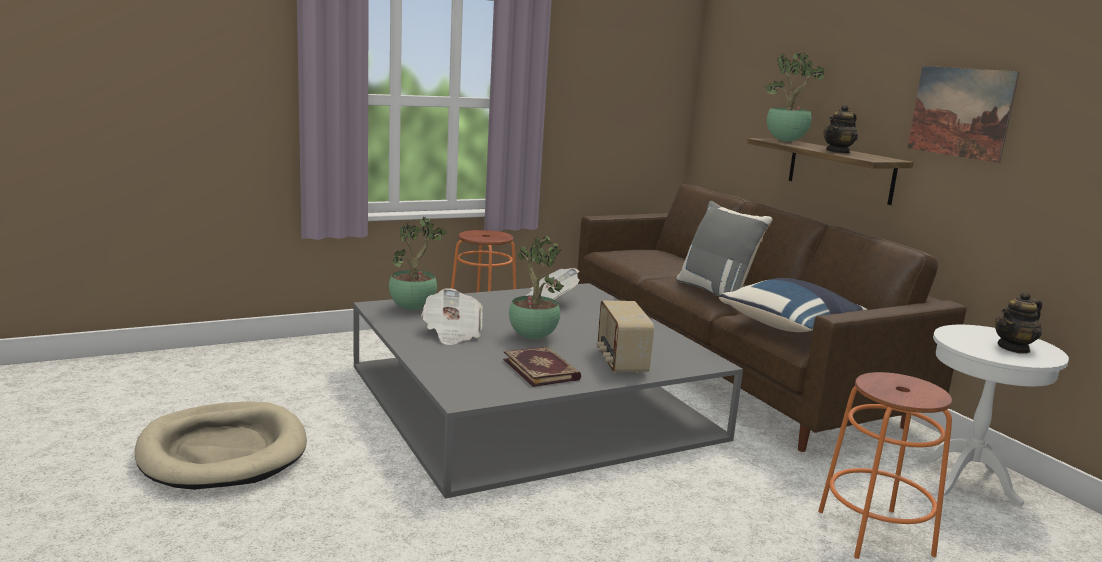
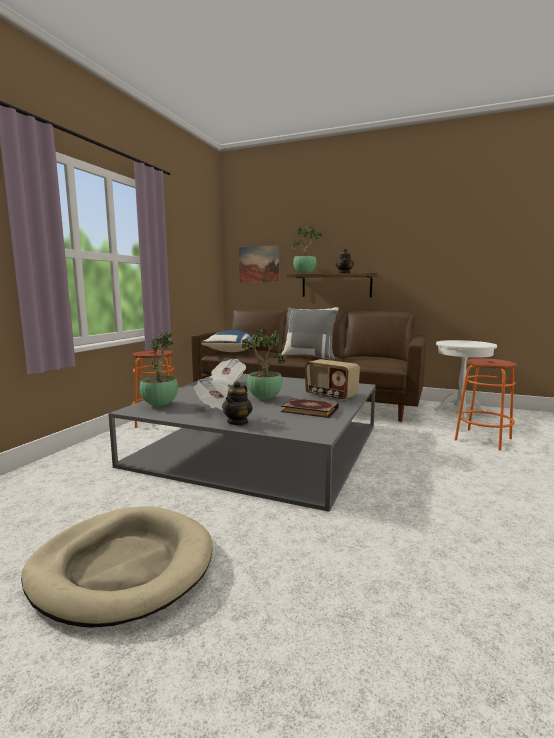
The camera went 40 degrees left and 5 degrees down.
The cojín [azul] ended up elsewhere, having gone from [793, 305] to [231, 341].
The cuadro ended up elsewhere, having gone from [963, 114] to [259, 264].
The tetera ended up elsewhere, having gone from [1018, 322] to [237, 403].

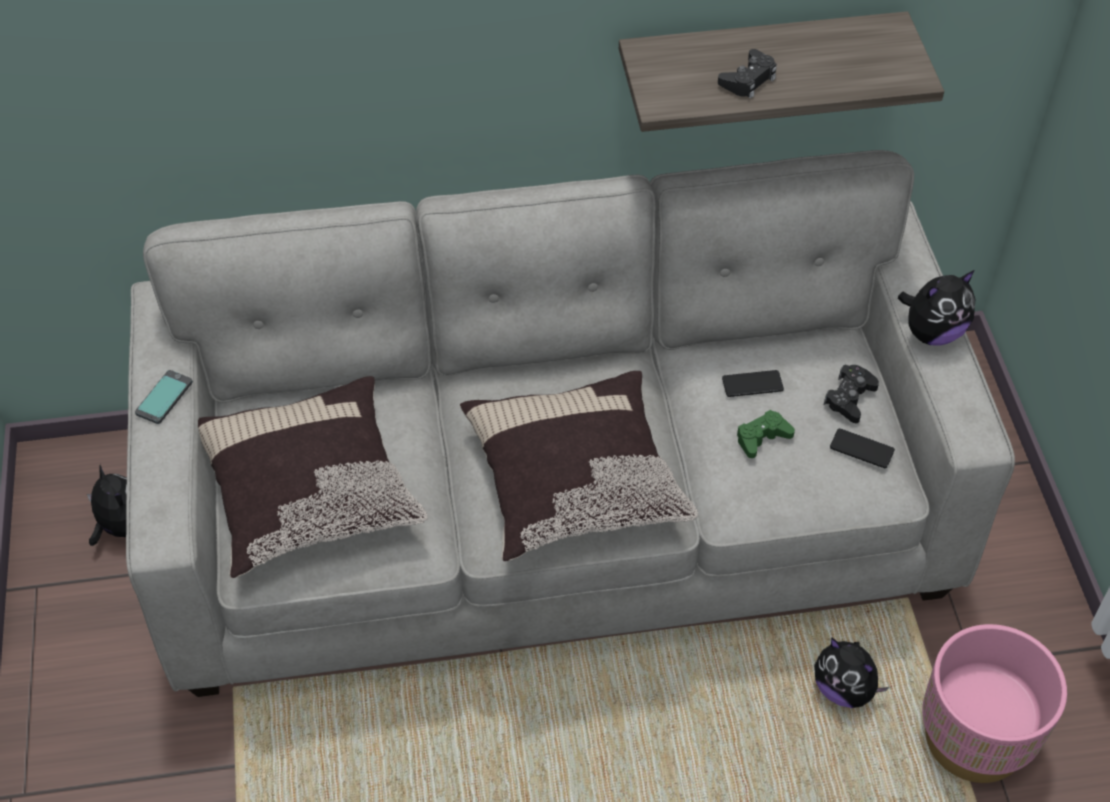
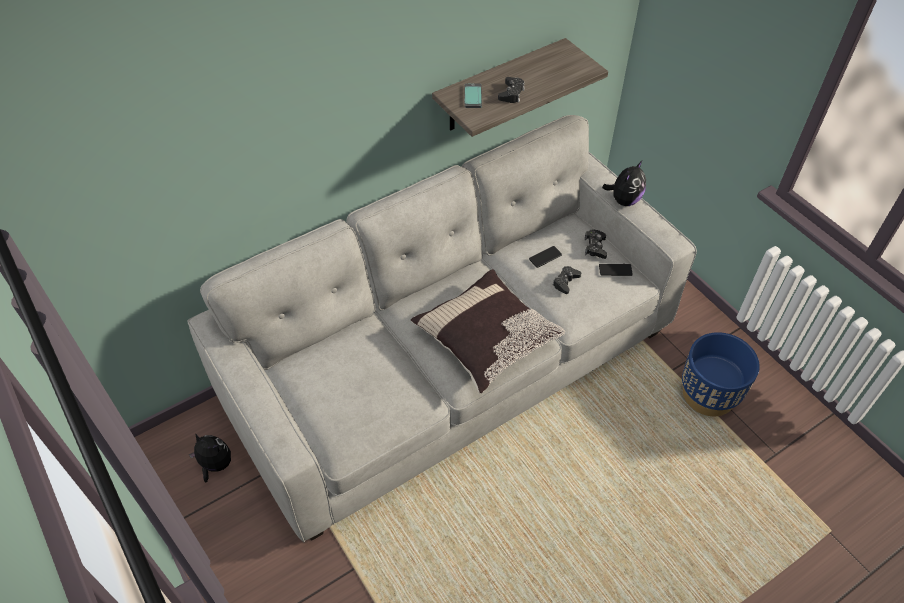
The camera went 25 degrees left and 0 degrees up.
The second view lost the cojín at [313, 477].
The second view lost the peluche at [851, 672].
The móvil ended up elsewhere, having gone from [164, 397] to [473, 96].
What was the mando de consola [verde] at [766, 434] turned into the mando de consola [negro] at [567, 280].
What was the maceta [rosa] at [994, 703] turned into the maceta [azul] at [721, 374].

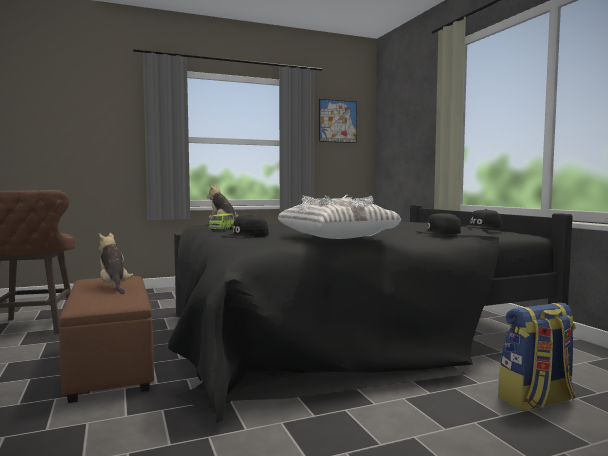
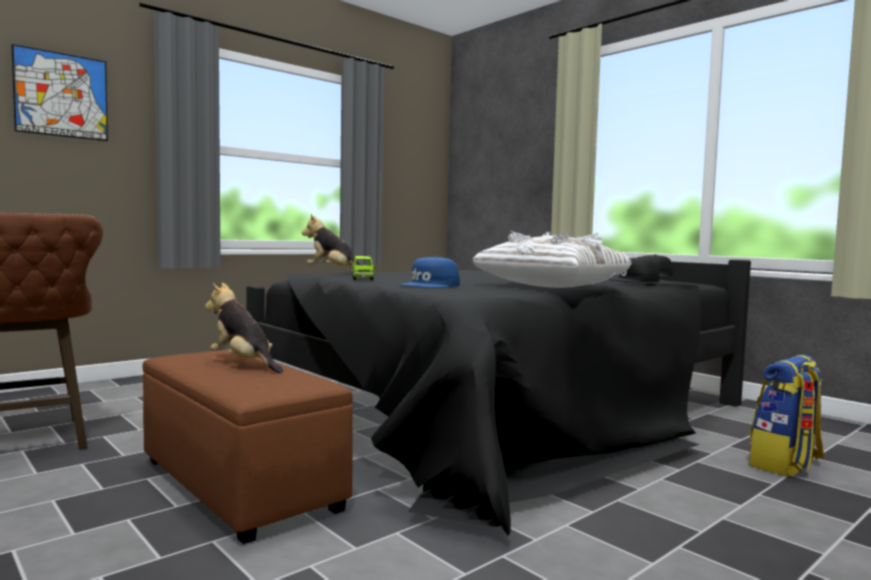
The camera went 20 degrees left and 0 degrees up.
The cuadro ended up elsewhere, having gone from [338, 121] to [59, 92].
What was the gorra [negro] at [245, 226] turned into the gorra [azul] at [429, 272].

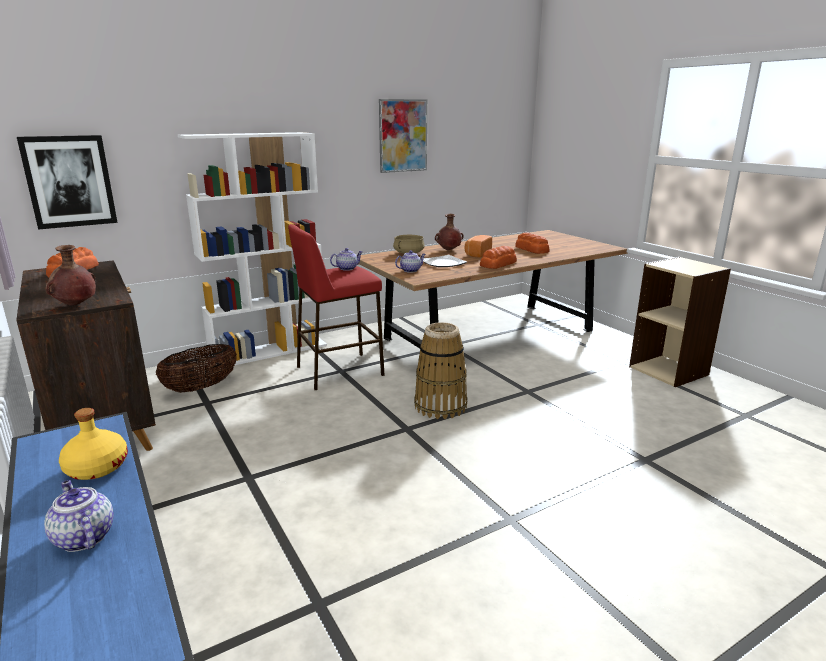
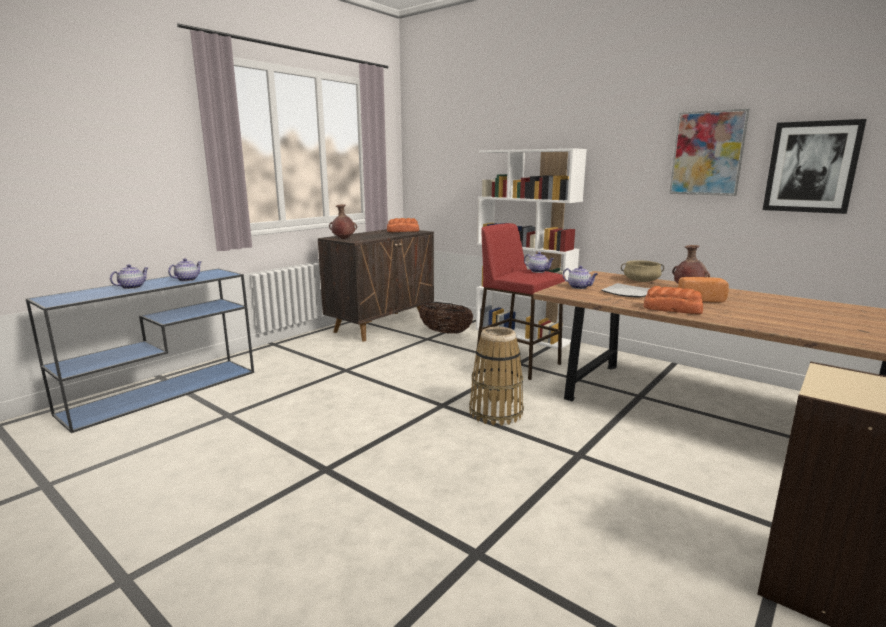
The camera went 70 degrees right and 5 degrees down.
The second view lost the pan at [532, 243].
The cuadro ended up elsewhere, having gone from [67, 182] to [815, 166].
Where the botella [amarillo] stood at [93, 444], the tetera came to stand at [185, 269].

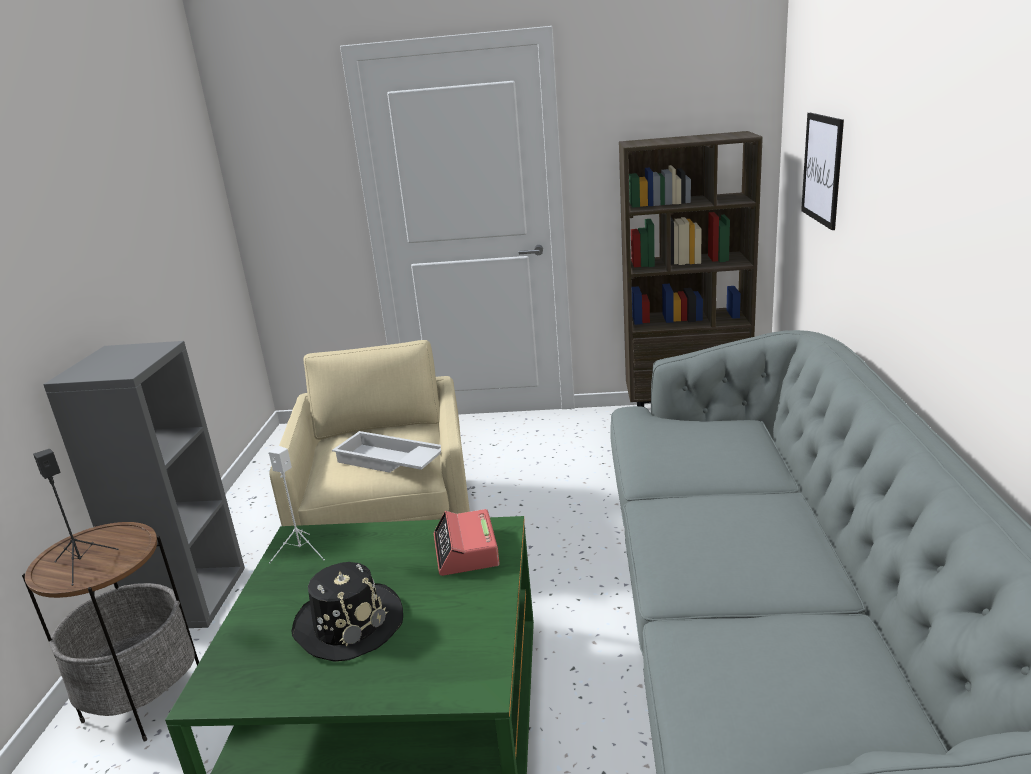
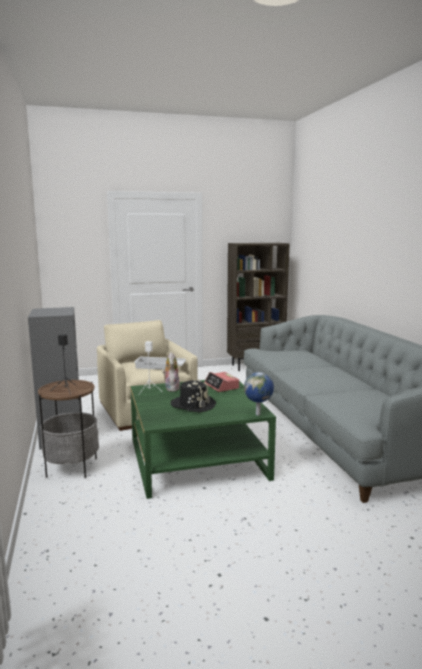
The camera went 20 degrees left and 10 degrees down.
The second view lost the cuadro at [822, 171].
The second view gained the peluche at [171, 372].
The second view gained the globo terráqueo at [259, 394].

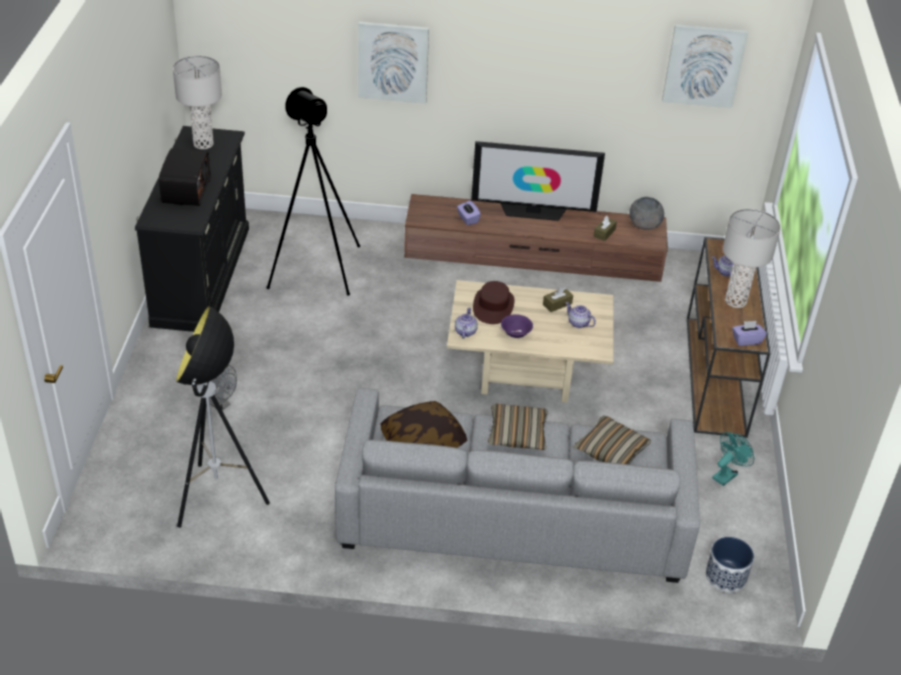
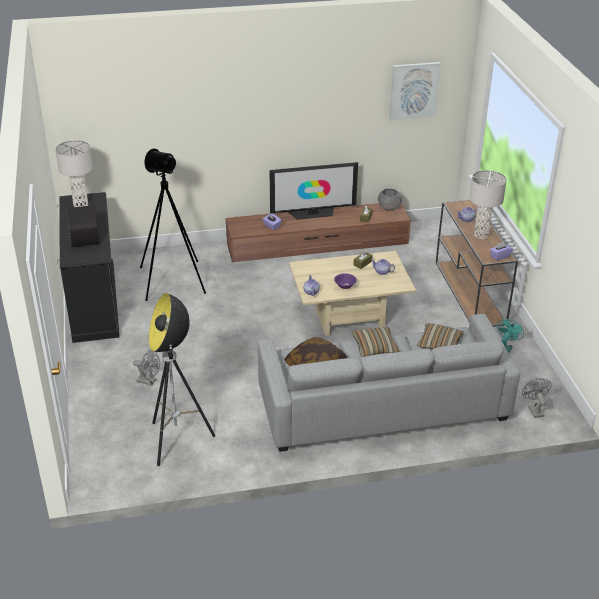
The camera went 15 degrees left and 5 degrees down.
The second view lost the cuadro at [393, 62].
The second view lost the sombrero [marrón] at [494, 302].
Where the maceta stood at [730, 565], the ventilador [gris] came to stand at [537, 398].

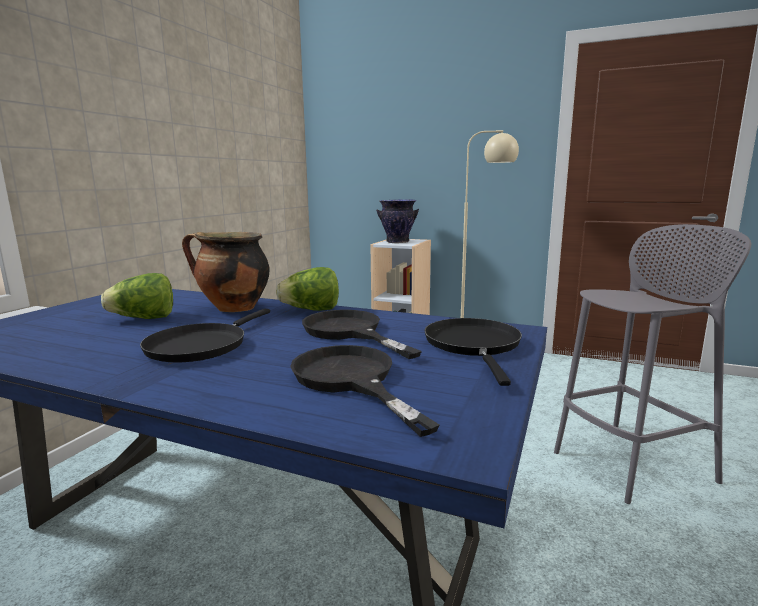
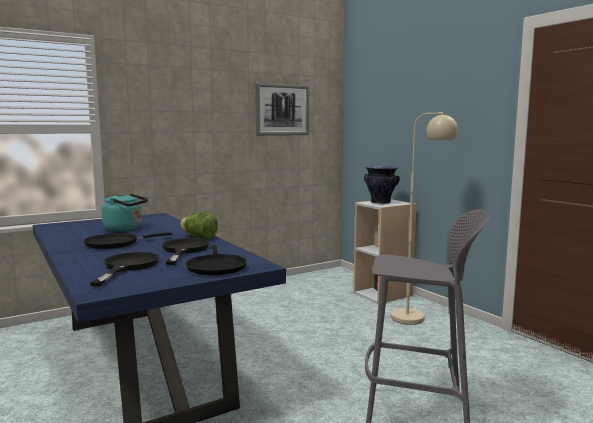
The camera went 35 degrees right and 5 degrees down.
The second view lost the olla at [225, 272].
The second view gained the cuadro at [282, 109].
Where the lechuga stood at [137, 296], the hervidor [turquesa] came to stand at [125, 212].
The sartén [negro] at [473, 352] ended up facing another way, 135 degrees clockwise from before.

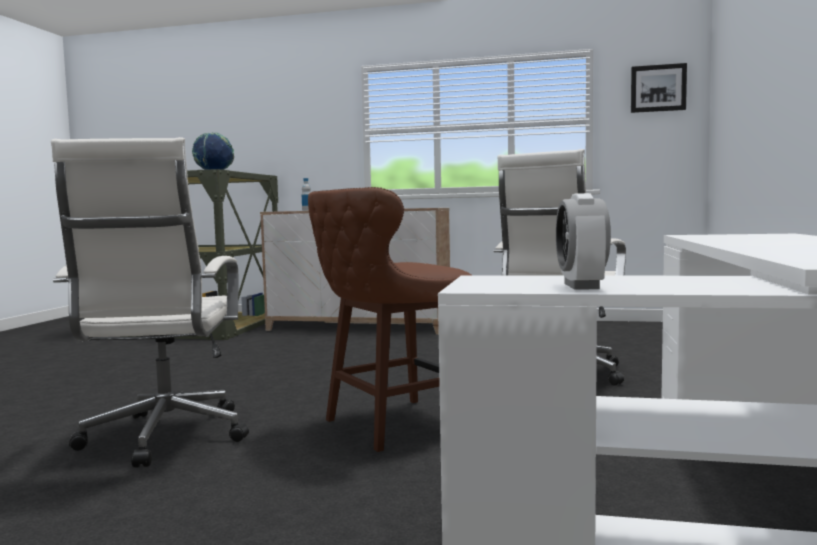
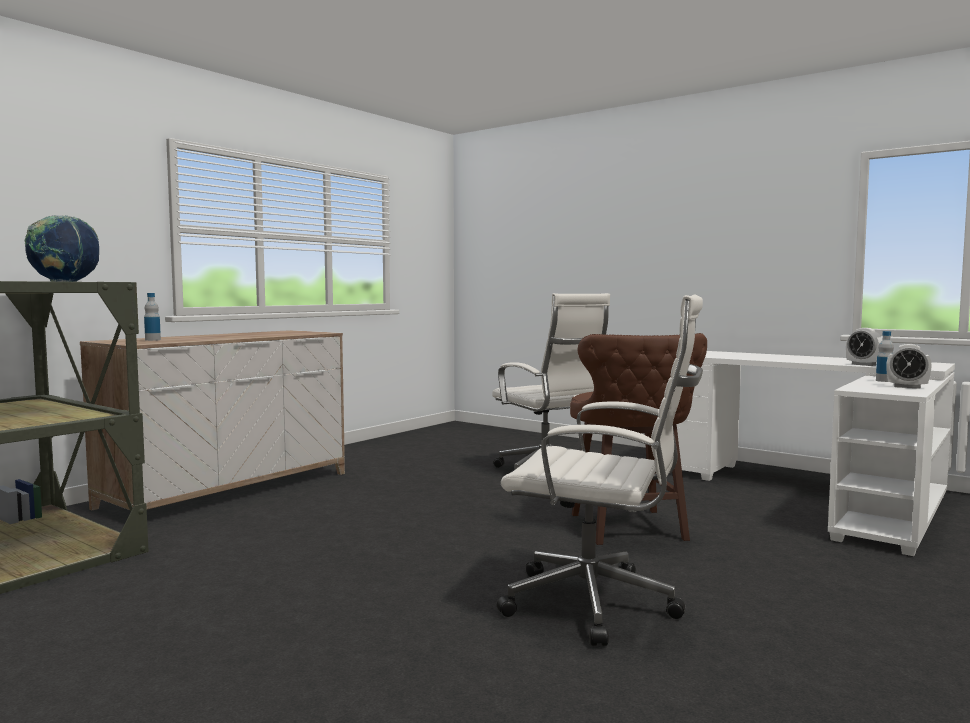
The camera went 65 degrees left and 0 degrees up.
The second view lost the cuadro at [659, 88].
The second view gained the despertador at [864, 347].
The second view gained the botella at [885, 356].

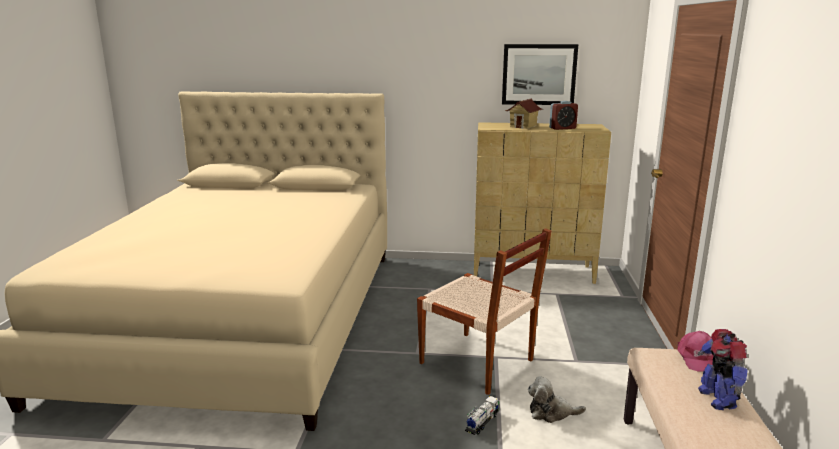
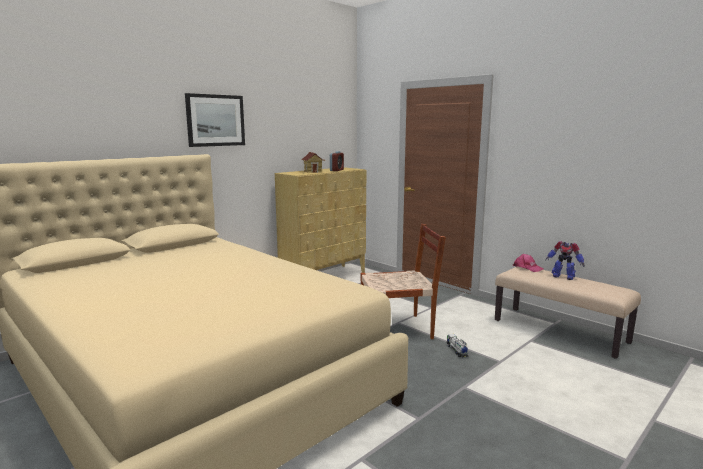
The camera went 50 degrees left and 5 degrees down.
The second view lost the peluche at [557, 399].
The cuadro ended up elsewhere, having gone from [540, 74] to [215, 120].

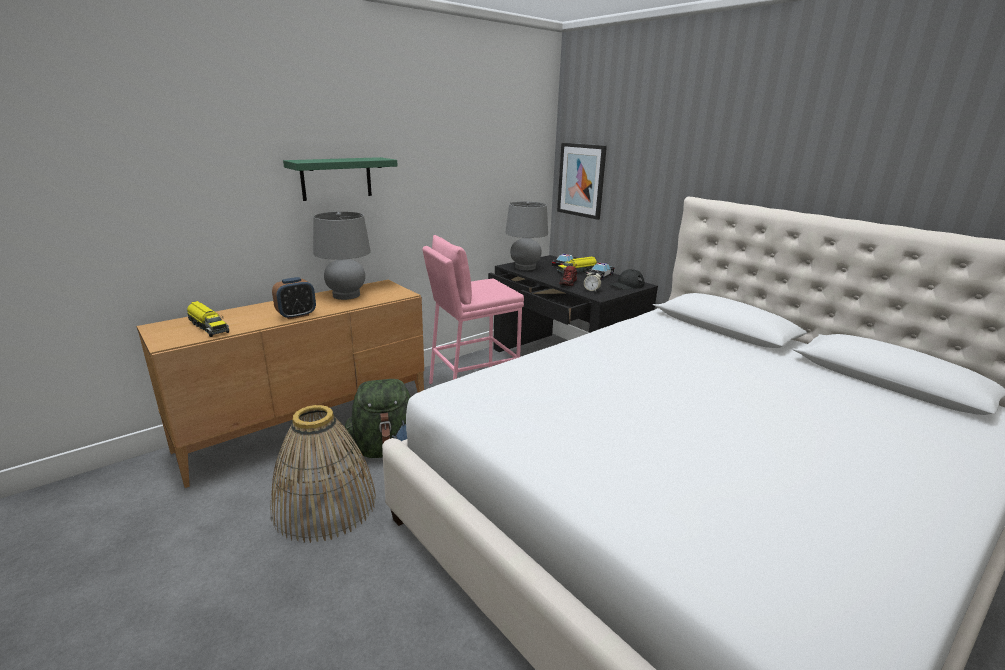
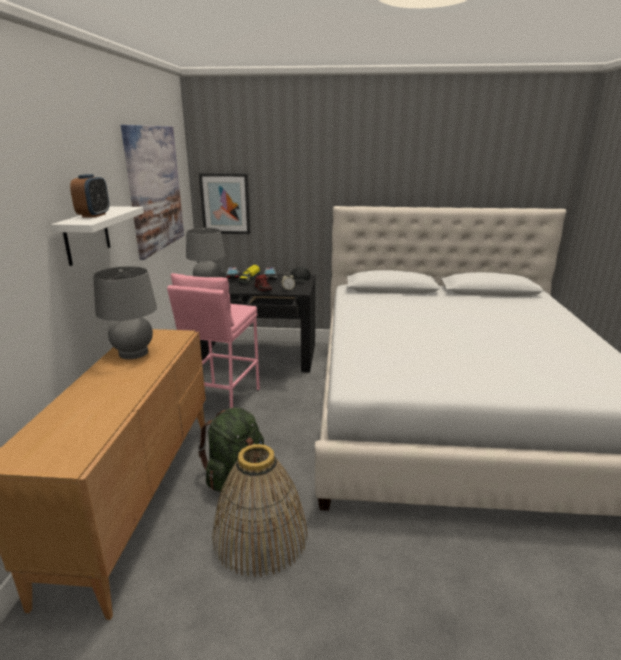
The camera went 45 degrees left and 0 degrees up.
The second view lost the camión de juguete at [208, 319].
The second view gained the cuadro at [152, 192].
The despertador ended up elsewhere, having gone from [294, 298] to [89, 196].
What was the estante [verde] at [340, 179] turned into the estante [blanco] at [97, 236].

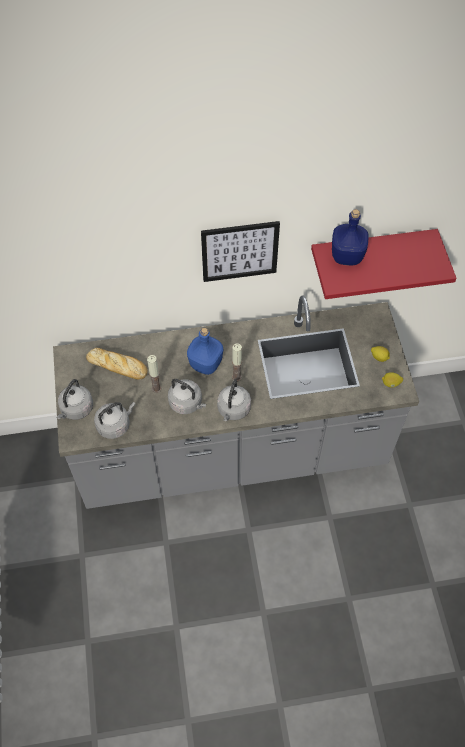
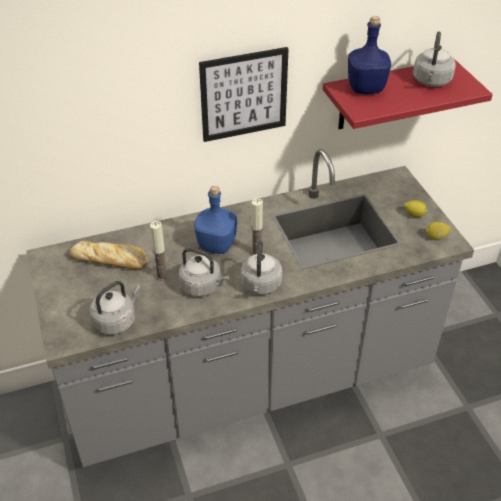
The camera went 10 degrees left and 15 degrees down.
The hervidor [gris] ended up elsewhere, having gone from [74, 399] to [434, 59].

